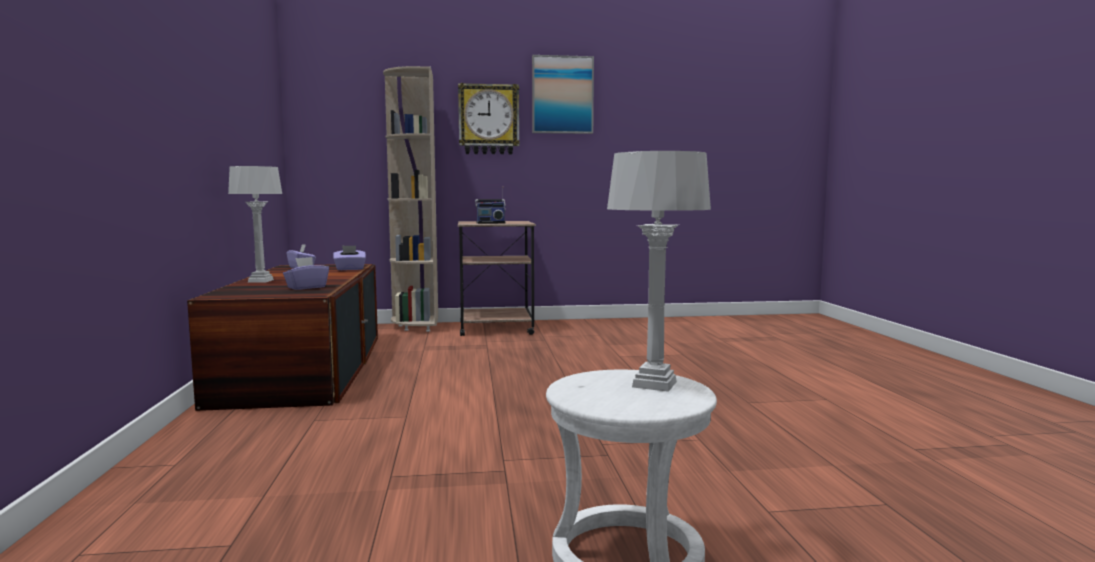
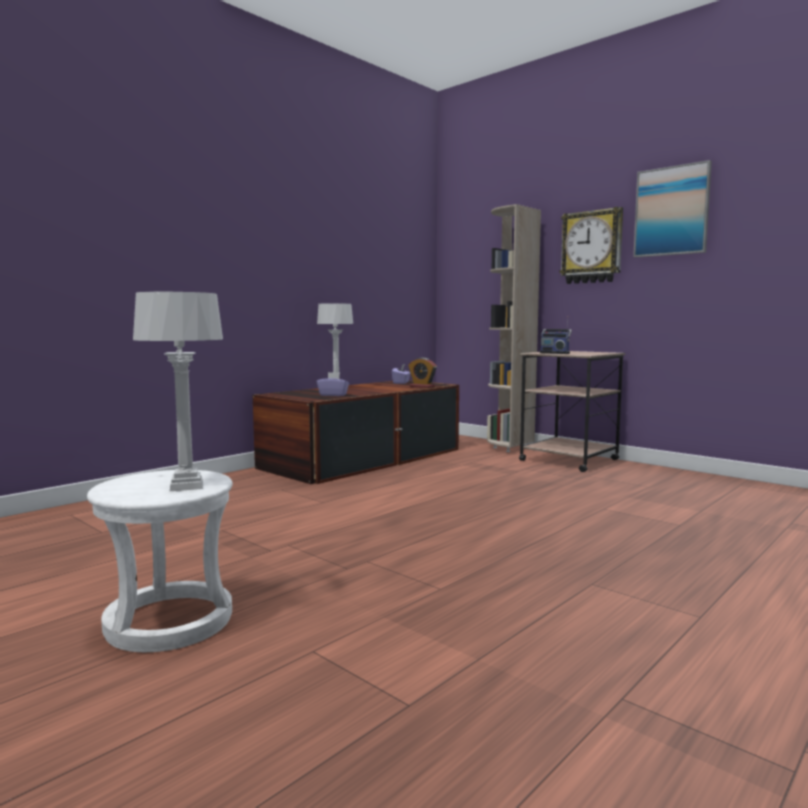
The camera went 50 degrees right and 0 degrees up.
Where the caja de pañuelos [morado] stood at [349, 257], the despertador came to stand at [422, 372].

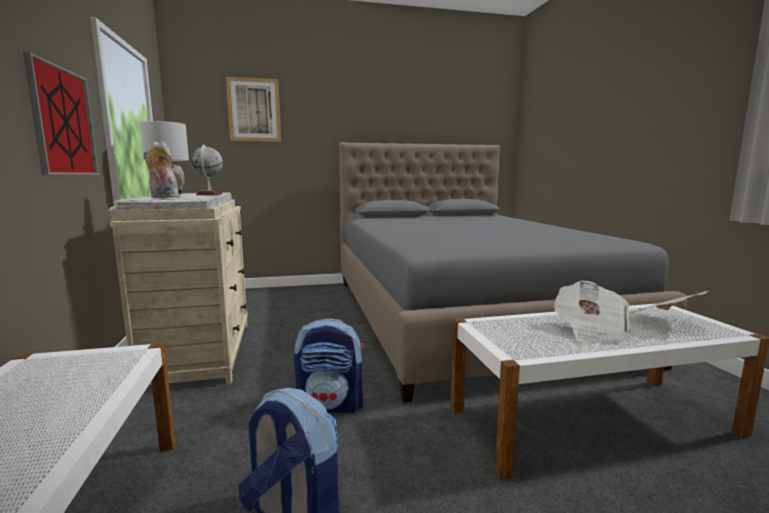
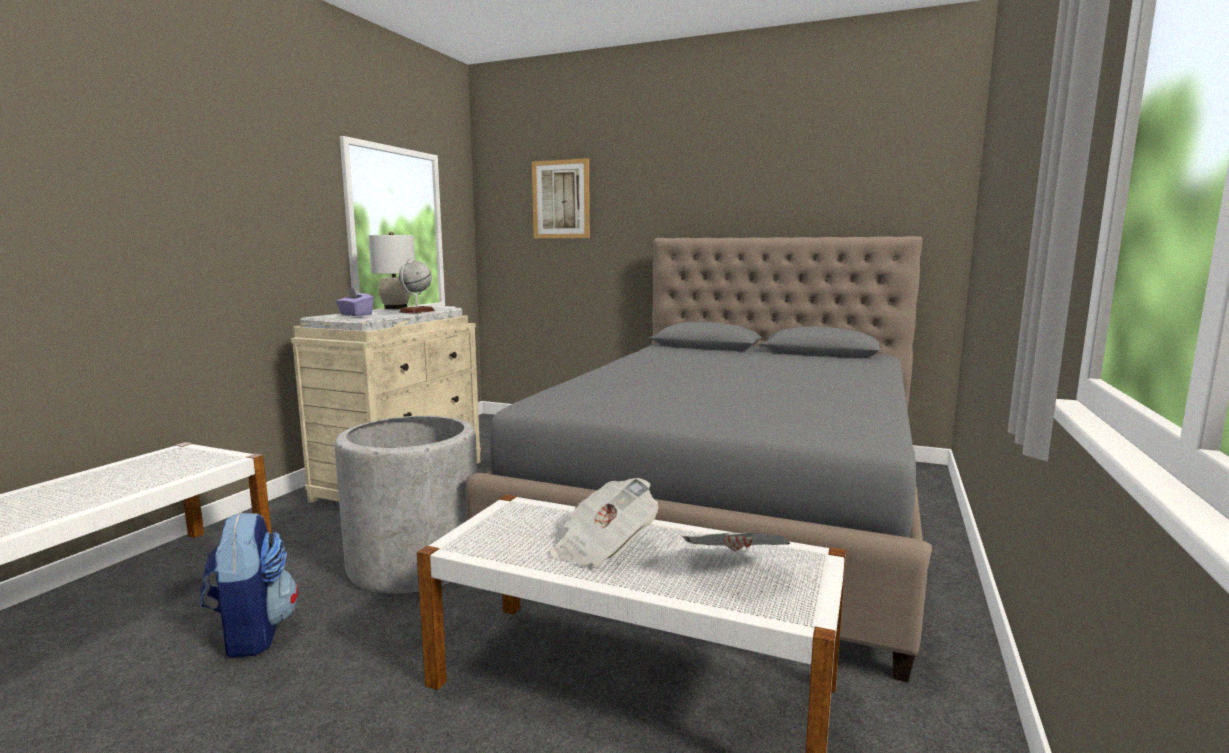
The camera went 35 degrees right and 0 degrees up.
The second view lost the cuadro at [61, 113].
Where the peluche stood at [161, 169], the caja de pañuelos [morado] came to stand at [355, 302].
Where the mochila stood at [329, 366], the maceta [gris] came to stand at [406, 505].

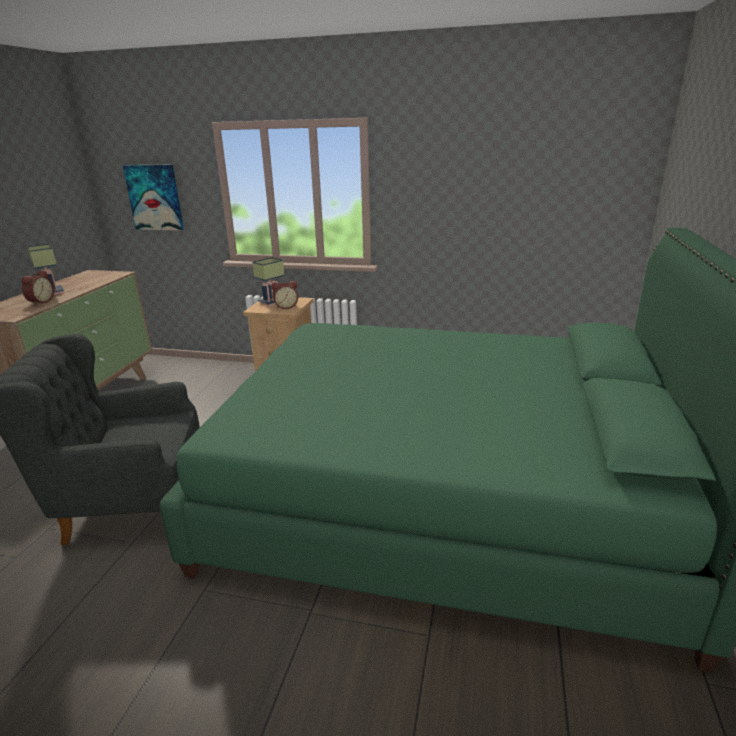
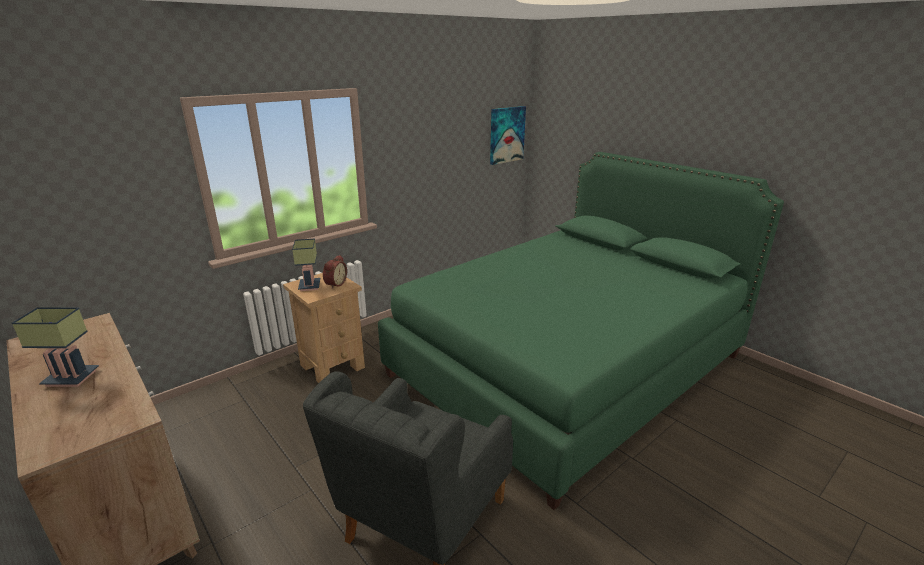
The camera went 55 degrees left and 0 degrees up.
The second view lost the despertador at [38, 287].
The cuadro ended up elsewhere, having gone from [153, 198] to [508, 135].

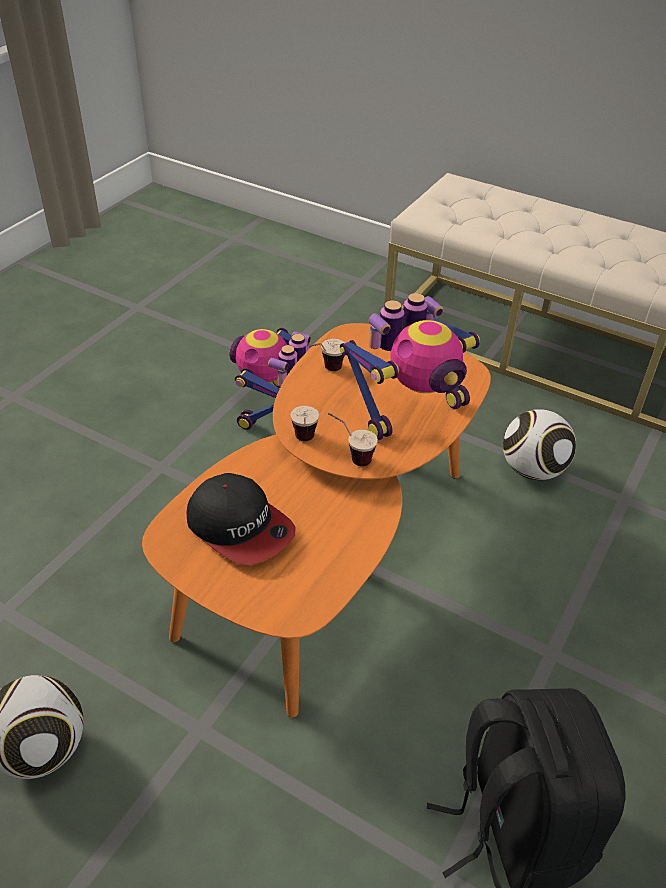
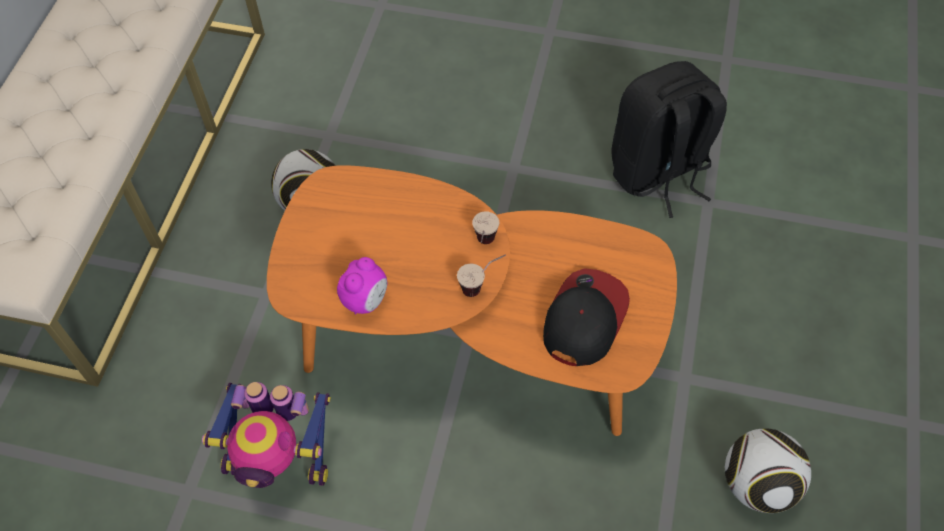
The camera went 105 degrees left and 15 degrees up.
The second view lost the robot de juguete at [410, 366].
Where the taza stood at [327, 355], the despertador came to stand at [362, 285].

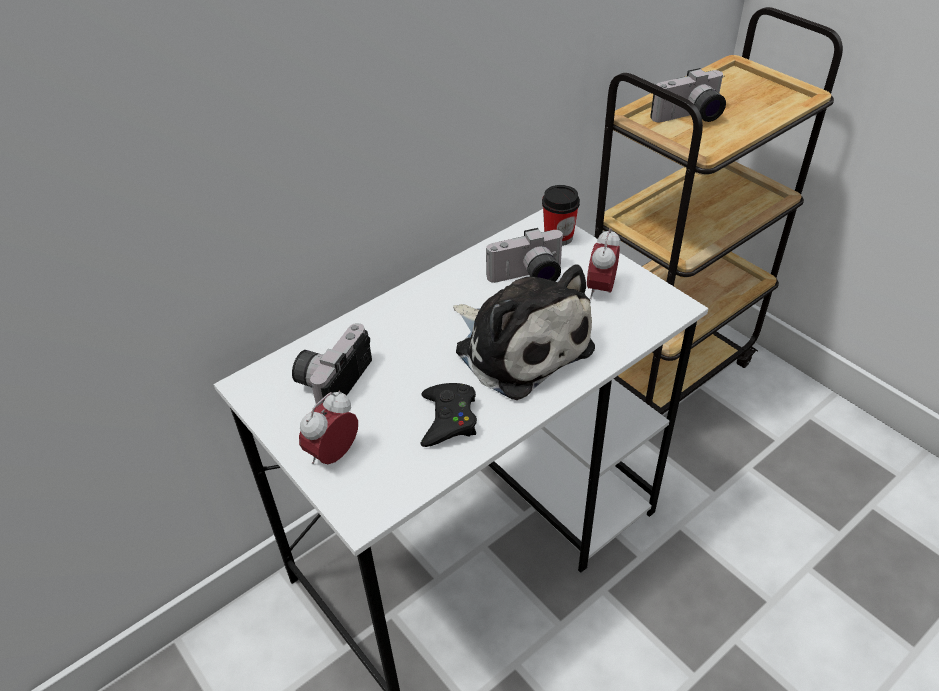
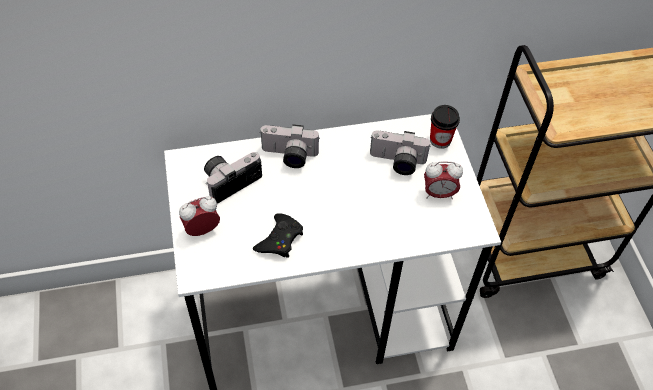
The camera went 25 degrees right and 10 degrees up.
The second view lost the peluche at [524, 332].
The cámara ended up elsewhere, having gone from [688, 95] to [289, 146].
The despertador at [603, 263] ended up facing another way, 135 degrees counterclockwise from before.

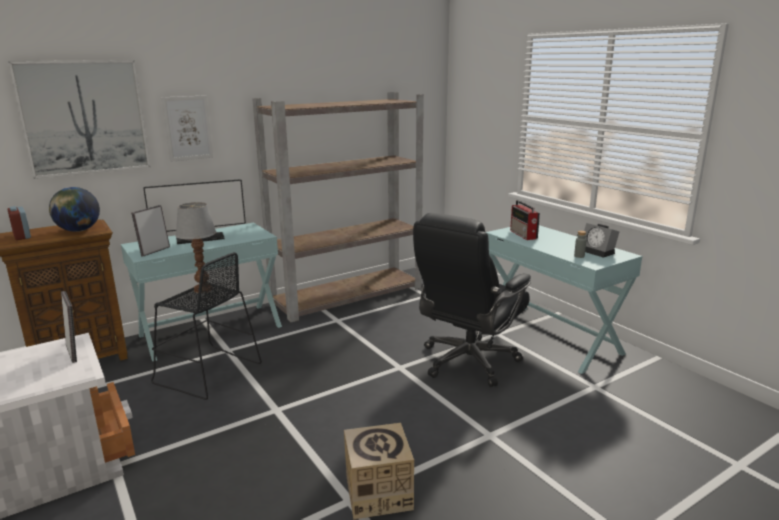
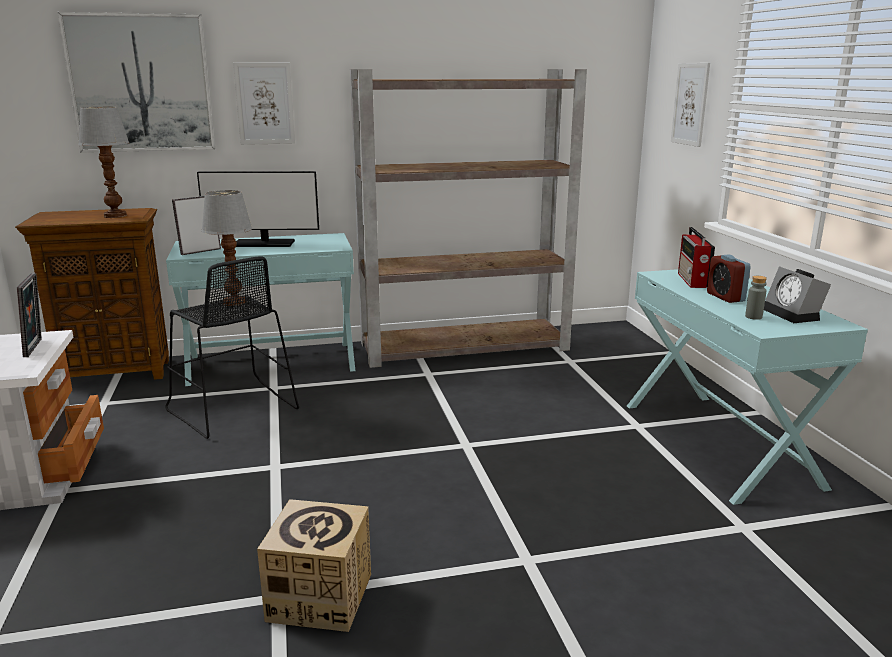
The camera went 20 degrees right and 0 degrees up.
The second view lost the silla de oficina [negro] at [472, 300].
The second view gained the cuadro at [690, 105].
The despertador ended up elsewhere, having gone from [19, 223] to [729, 279].
Where the globo terráqueo stood at [74, 209], the lámpara de mesa came to stand at [103, 162].

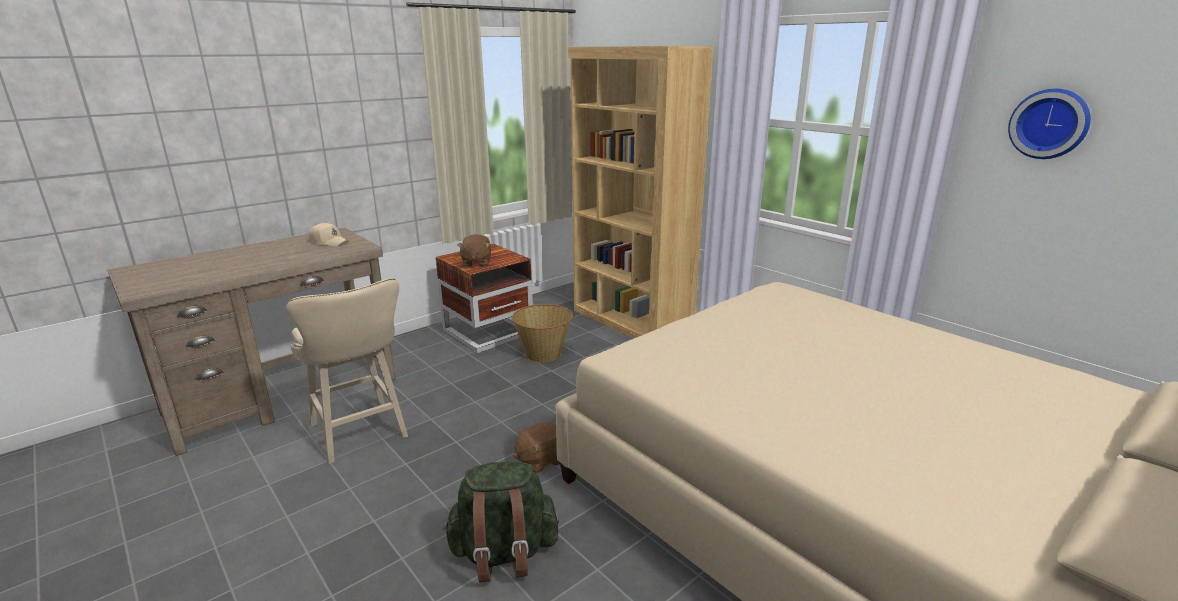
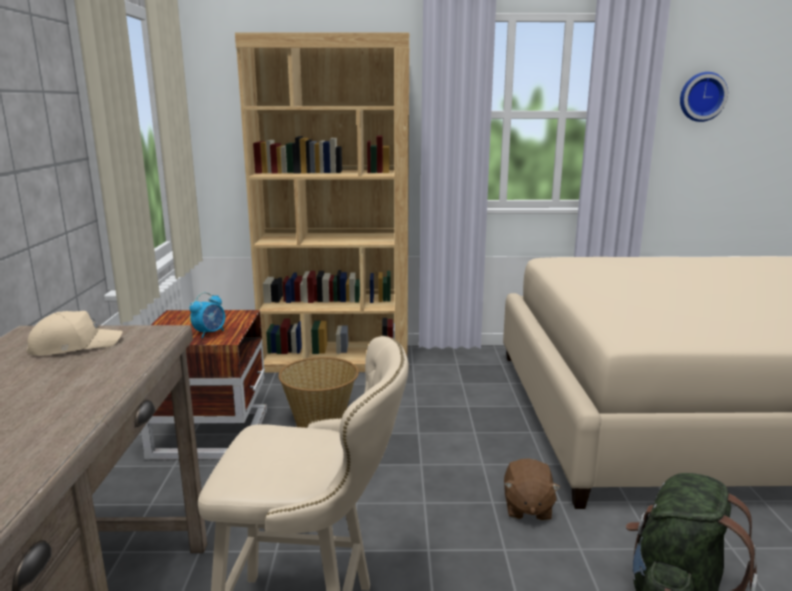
The camera went 50 degrees left and 5 degrees down.
Where the peluche [marrón] stood at [474, 251], the despertador came to stand at [207, 315].

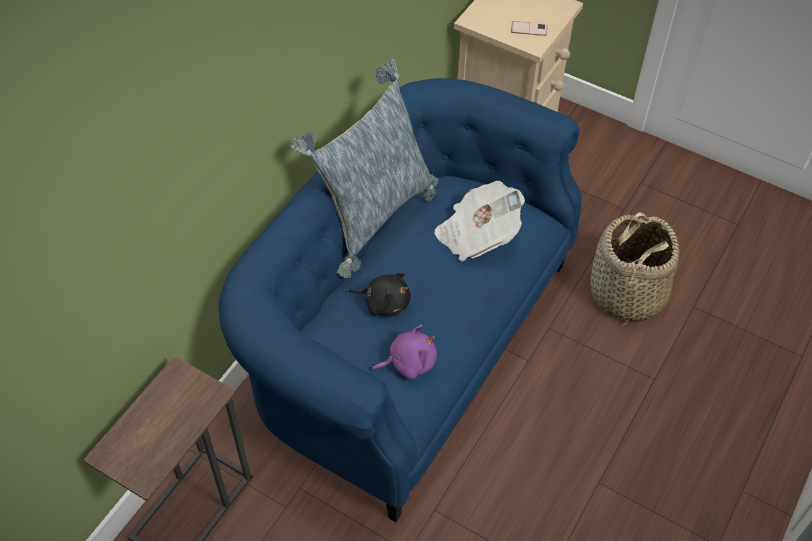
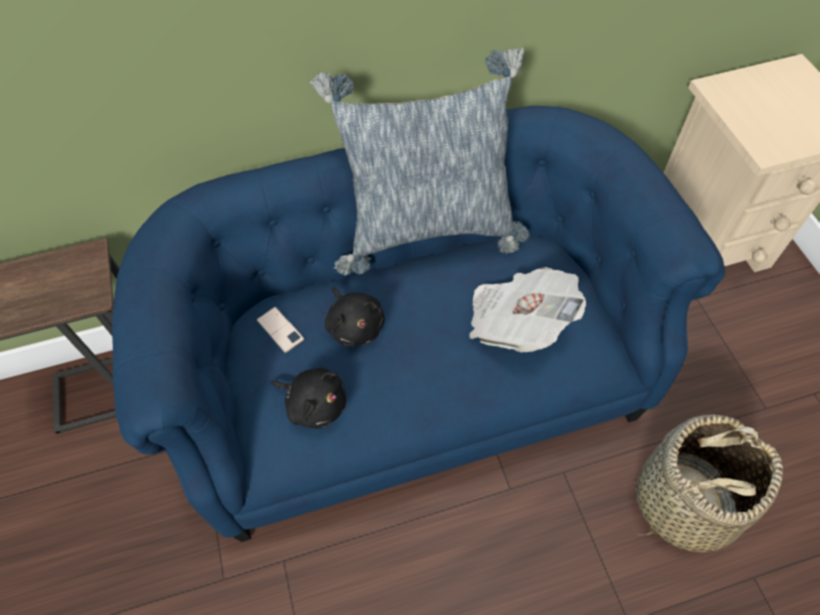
The camera went 45 degrees right and 5 degrees up.
The móvil ended up elsewhere, having gone from [529, 28] to [281, 330].
What was the peluche [morado] at [404, 352] turned into the peluche [negro] at [308, 398].

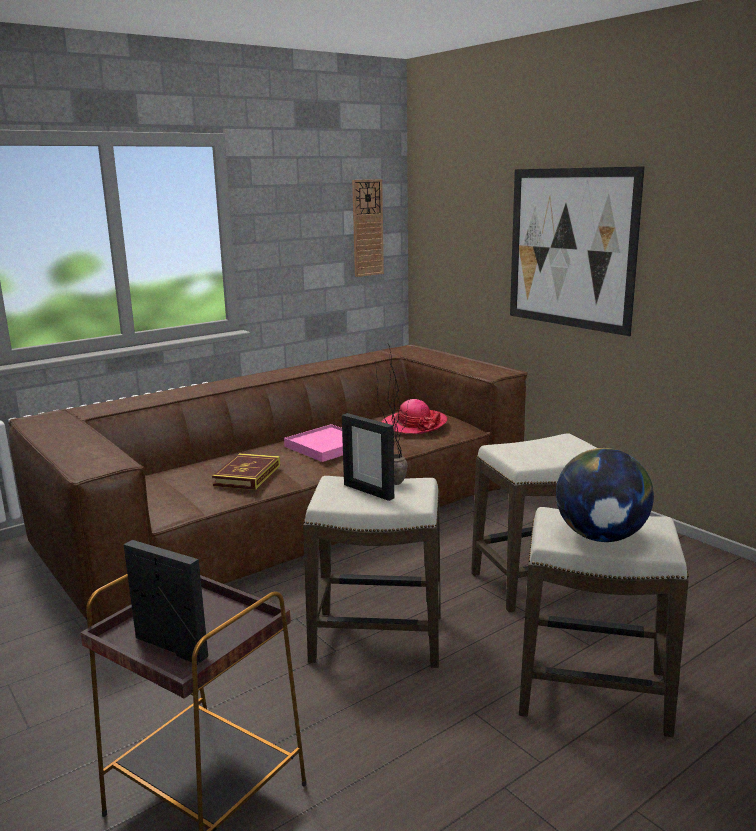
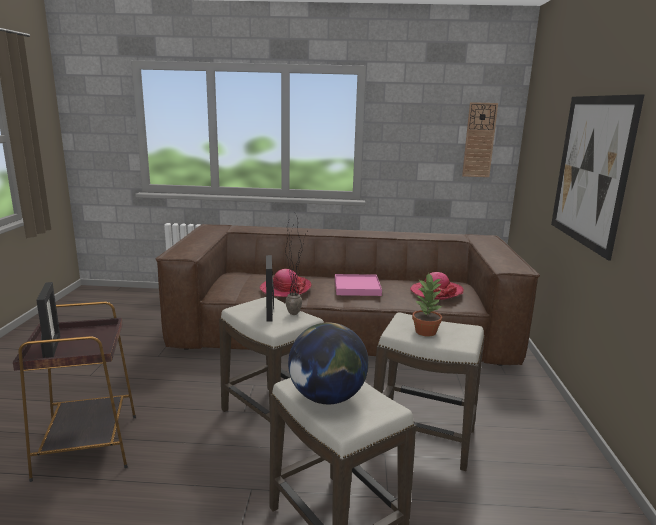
The camera went 40 degrees right and 0 degrees up.
The second view gained the planta en maceta at [427, 305].
Where the libro stood at [246, 471], the sombrero came to stand at [286, 283].

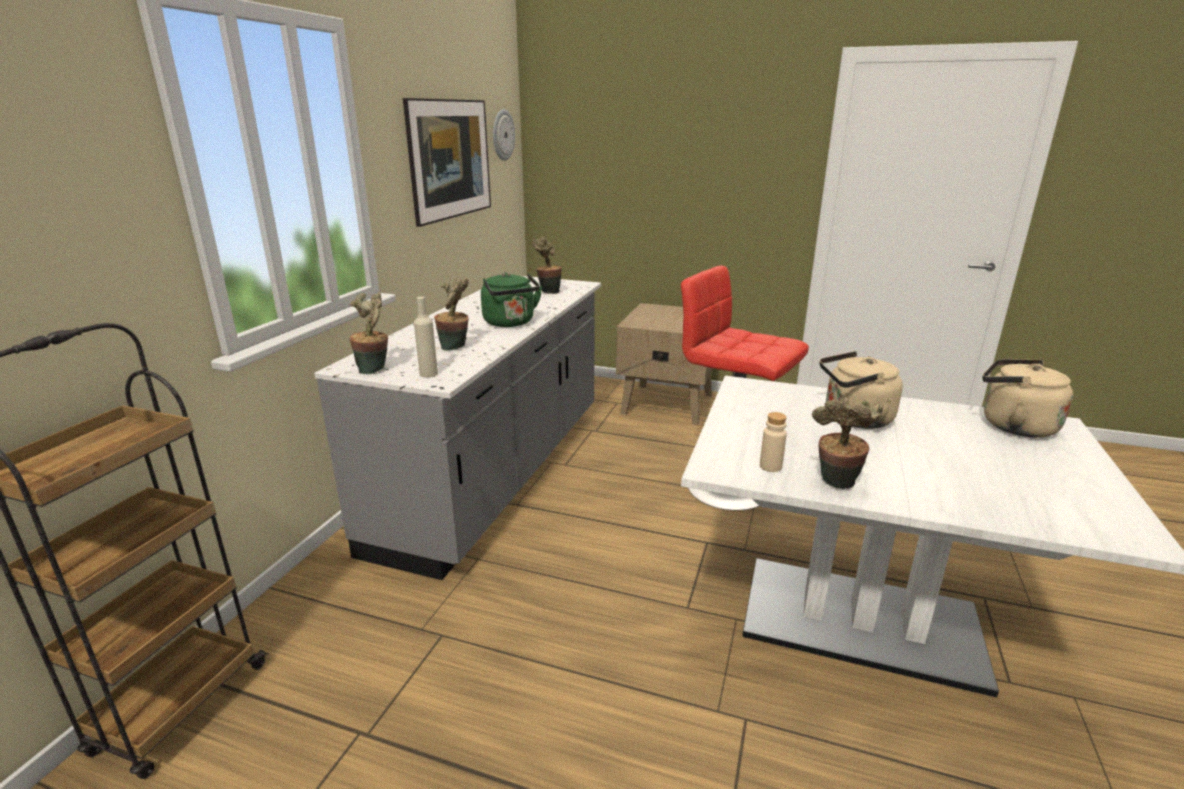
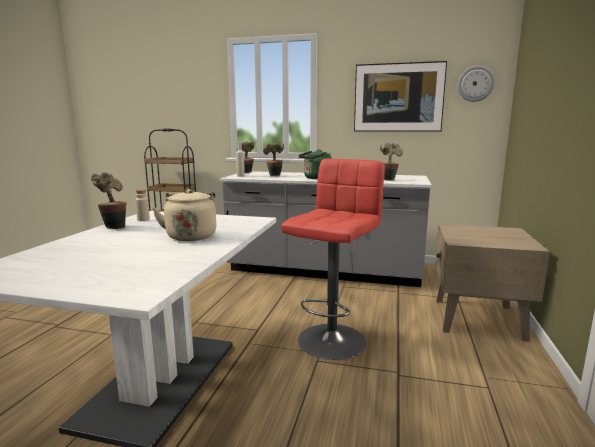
The camera went 85 degrees right and 10 degrees down.
The second view lost the hervidor [beis] at [1028, 398].

